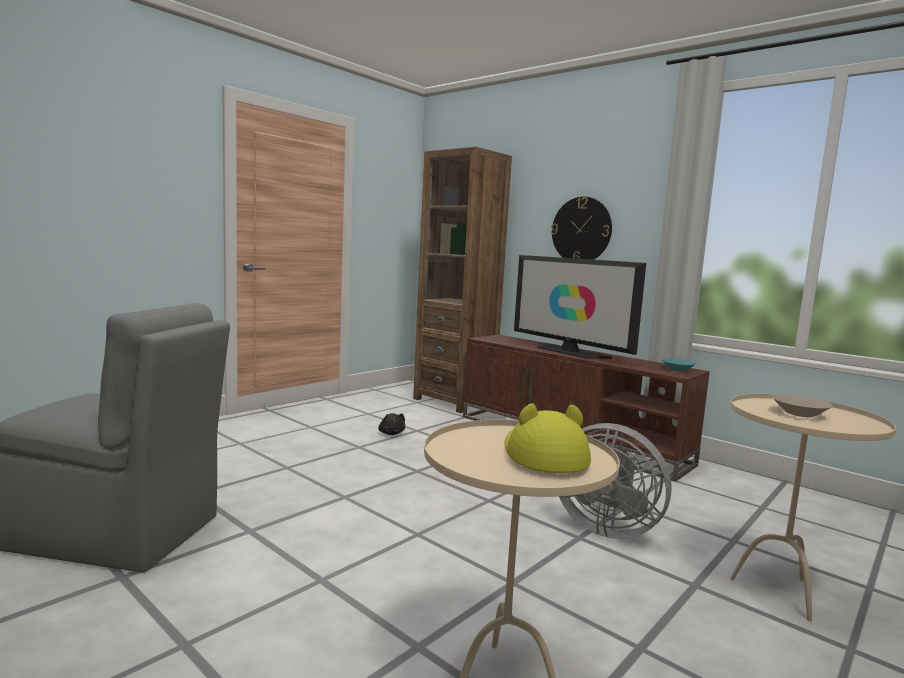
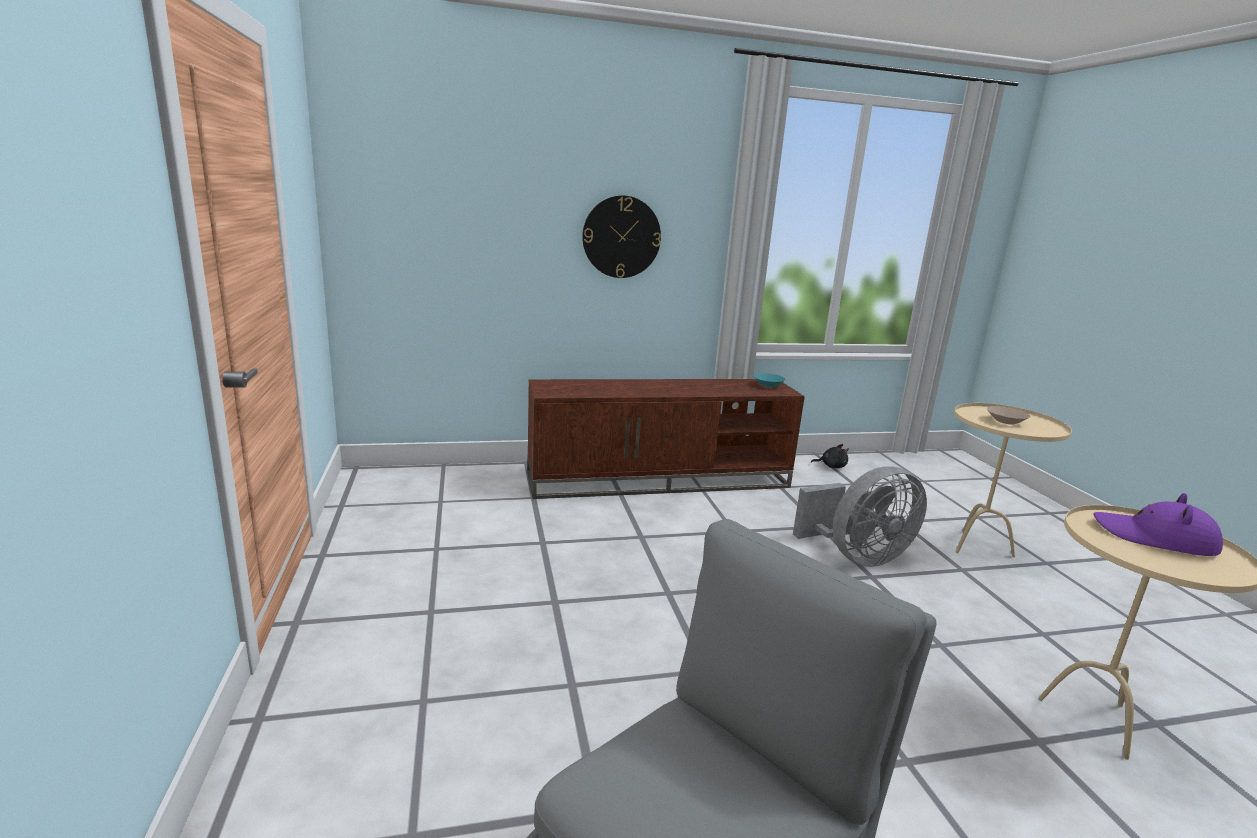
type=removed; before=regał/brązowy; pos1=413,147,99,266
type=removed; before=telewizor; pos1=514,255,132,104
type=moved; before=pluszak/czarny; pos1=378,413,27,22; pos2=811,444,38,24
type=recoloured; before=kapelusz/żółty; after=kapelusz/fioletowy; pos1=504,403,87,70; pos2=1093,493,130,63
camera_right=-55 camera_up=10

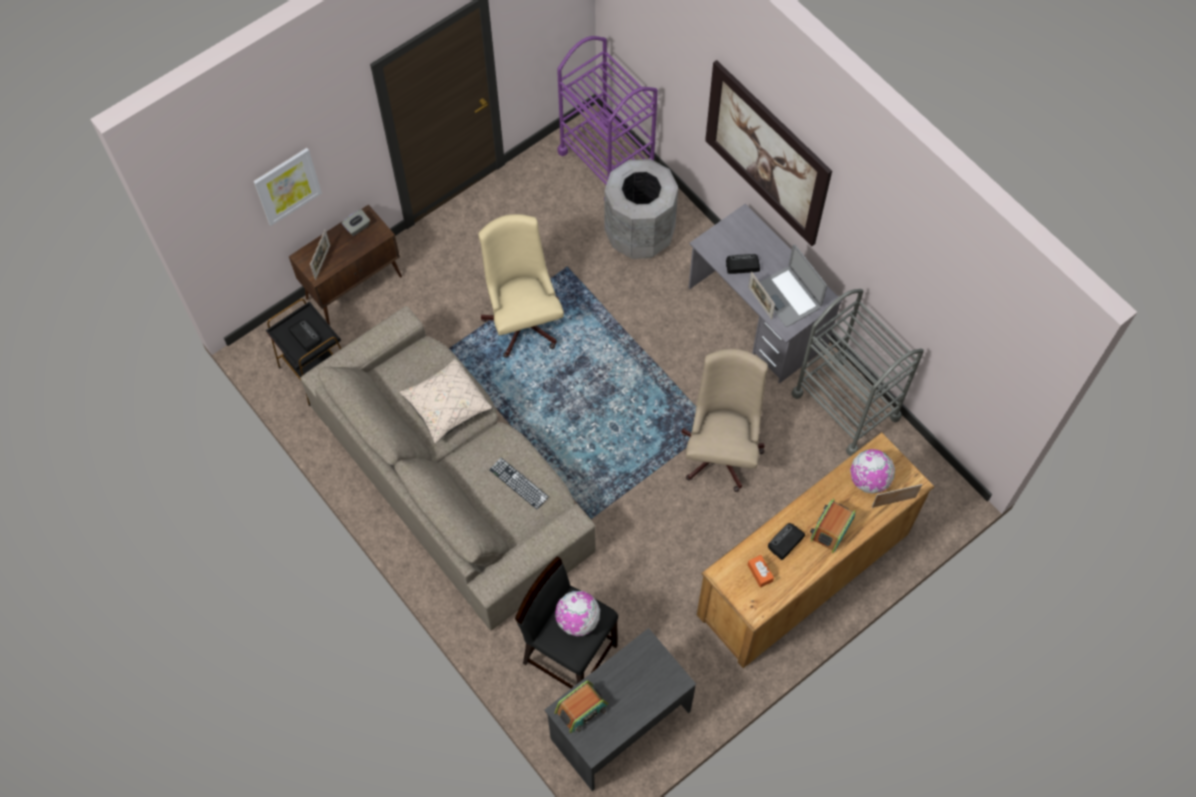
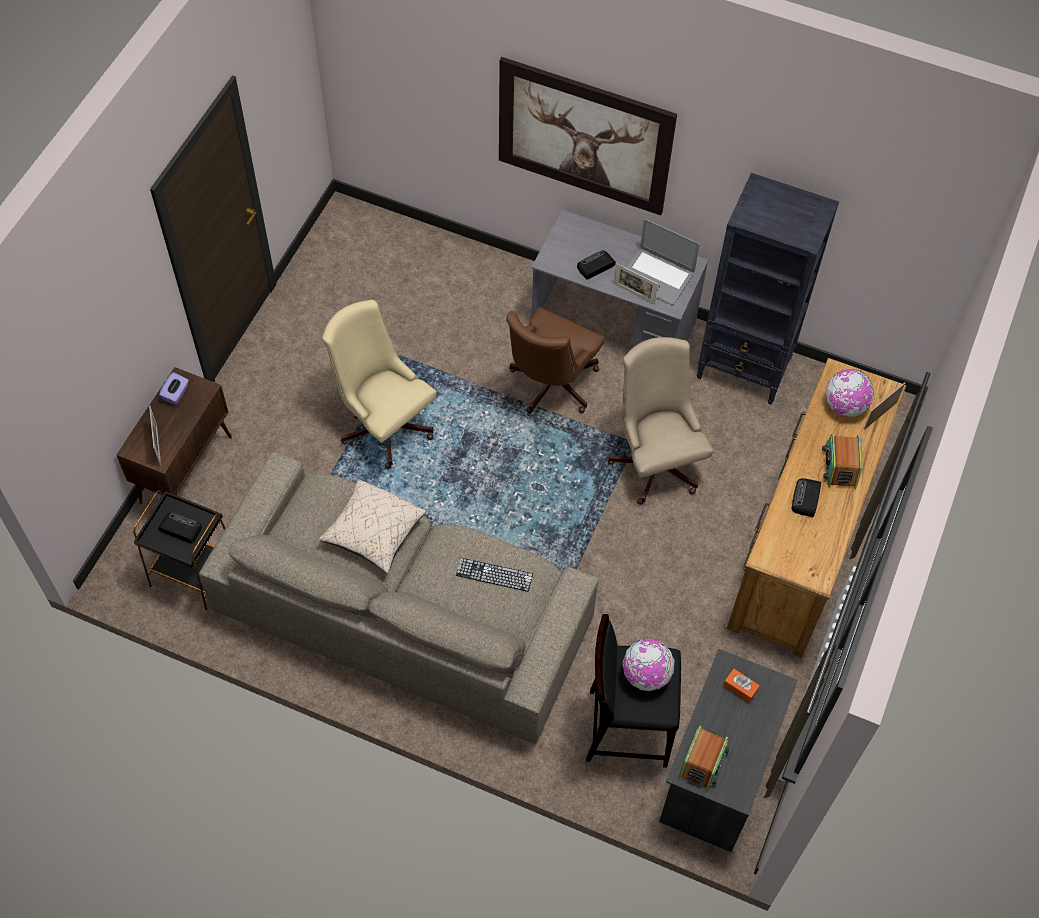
type=removed; before=obraz; pos1=253,148,69,78
type=removed; before=wózek/fioletowy; pos1=557,36,101,165
type=removed; before=kosz na śmieci/szary; pos1=605,159,73,100
type=added; after=krzesło biurowe/brązowy; pos2=506,307,98,106
type=moved; before=pudełko chusteczek/pomarańczowy; pos1=748,555,26,33; pos2=723,668,37,35
type=replaced; before=wózek/szary; after=regał/czarny; pos1=791,289,133,167; pos2=697,173,142,232
type=recoloured; before=pudełko chusteczek/szary; after=pudełko chusteczek/fioletowy; pos1=342,209,28,27; pos2=159,372,30,33
camera_right=-30 camera_up=-5

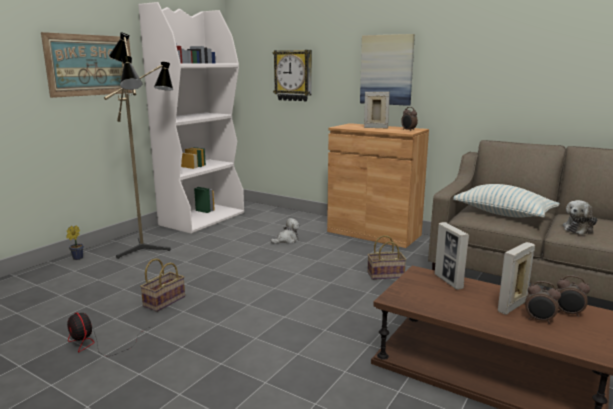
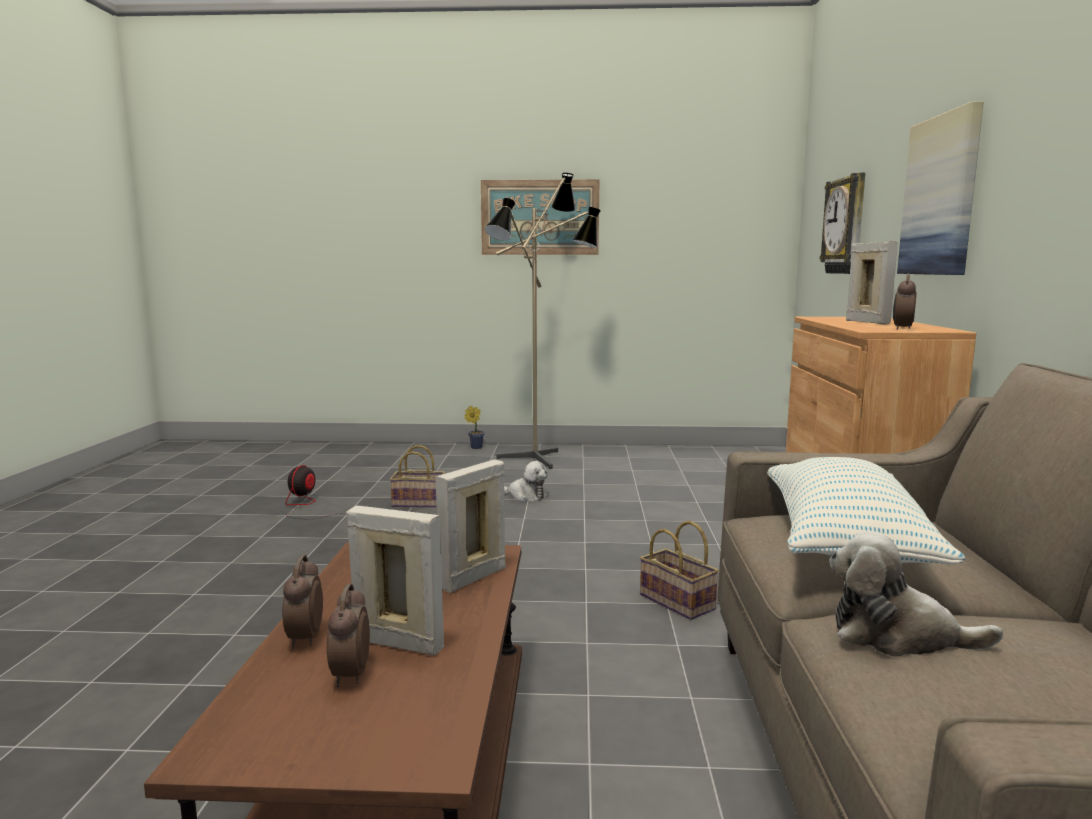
type=removed; before=regał/biały; pos1=138,2,106,232
type=moved; before=pluszak; pos1=271,218,29,26; pos2=504,461,43,40
type=moved; before=budzik; pos1=557,275,33,42; pos2=282,555,41,94
camera_right=60 camera_up=-5

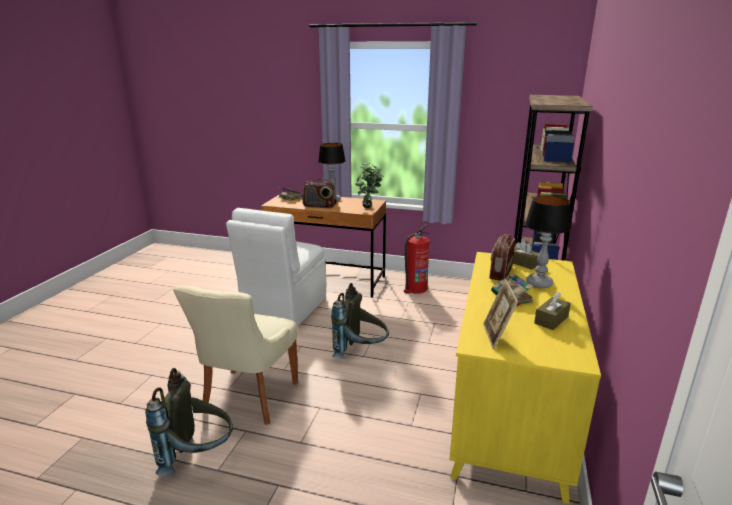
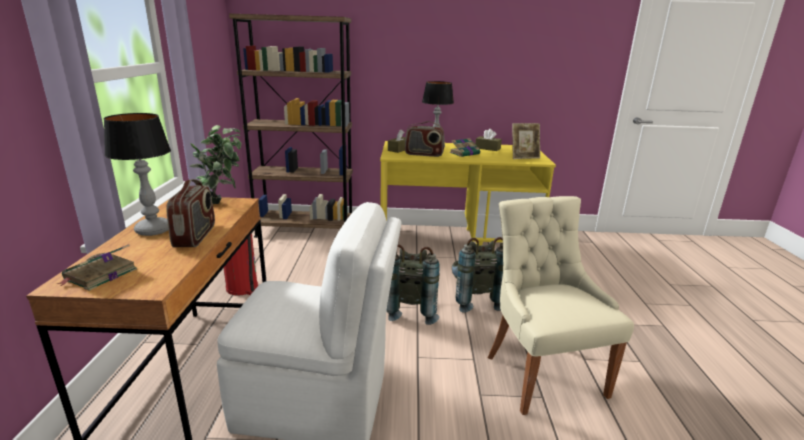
type=moved; before=plecak/szary; pos1=145,368,88,108; pos2=452,237,51,76
type=turned; before=krzesło/beżowy; pos1=173,286,125,139; pos2=488,196,146,219; turn=-105
camera_right=-105 camera_up=0

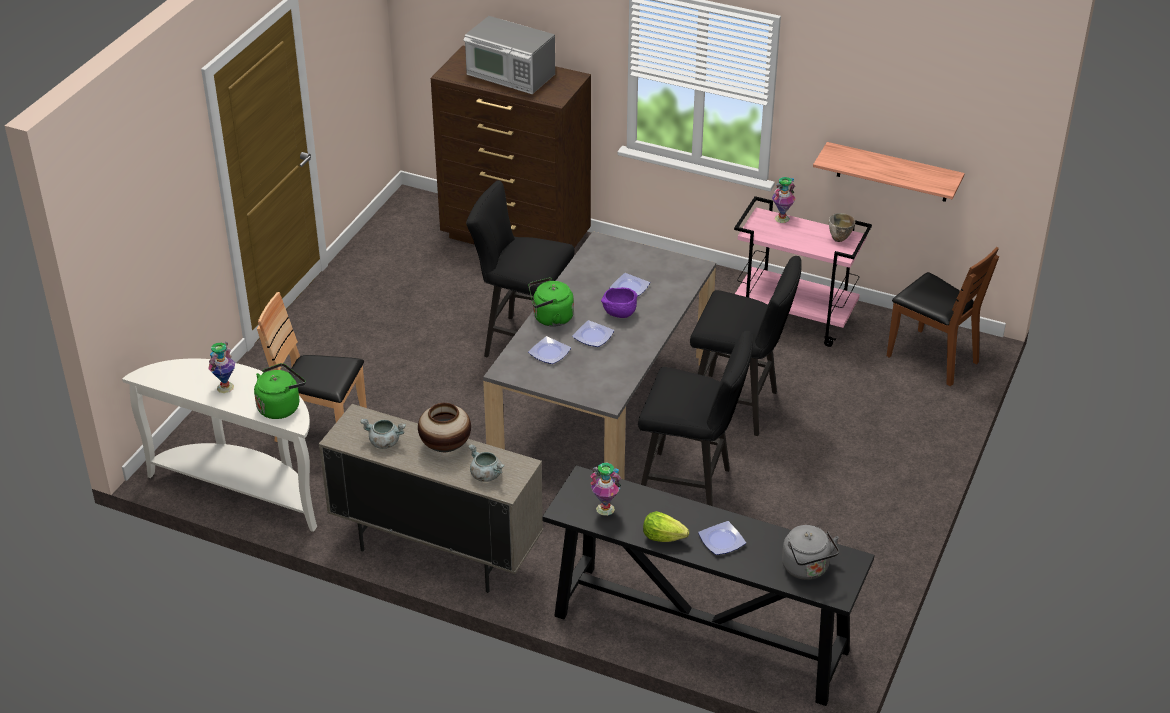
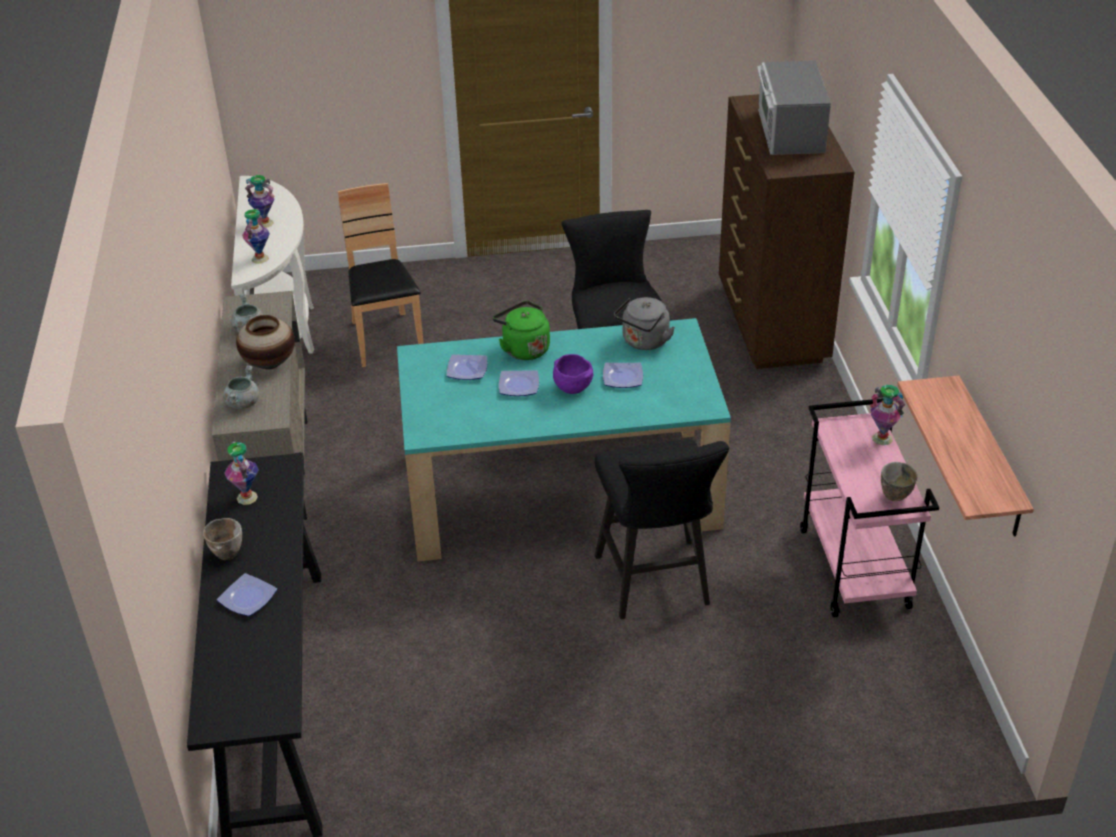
type=removed; before=stołek/czarny; pos1=638,331,115,175
type=removed; before=krzesło/brązowy; pos1=887,247,112,139
type=moved; before=czajnik/szary; pos1=782,525,57,55; pos2=614,297,61,53
type=replaced; before=czajnik/zielony; after=wazon; pos1=254,363,52,56; pos2=242,209,28,55
type=replaced; before=sałata; after=miska; pos1=643,511,46,31; pos2=203,518,39,42
type=recoloured; before=stół jadalny/szary; after=stół jadalny/turkusowy; pos1=483,231,233,249; pos2=397,318,334,244
camera_right=60 camera_up=0

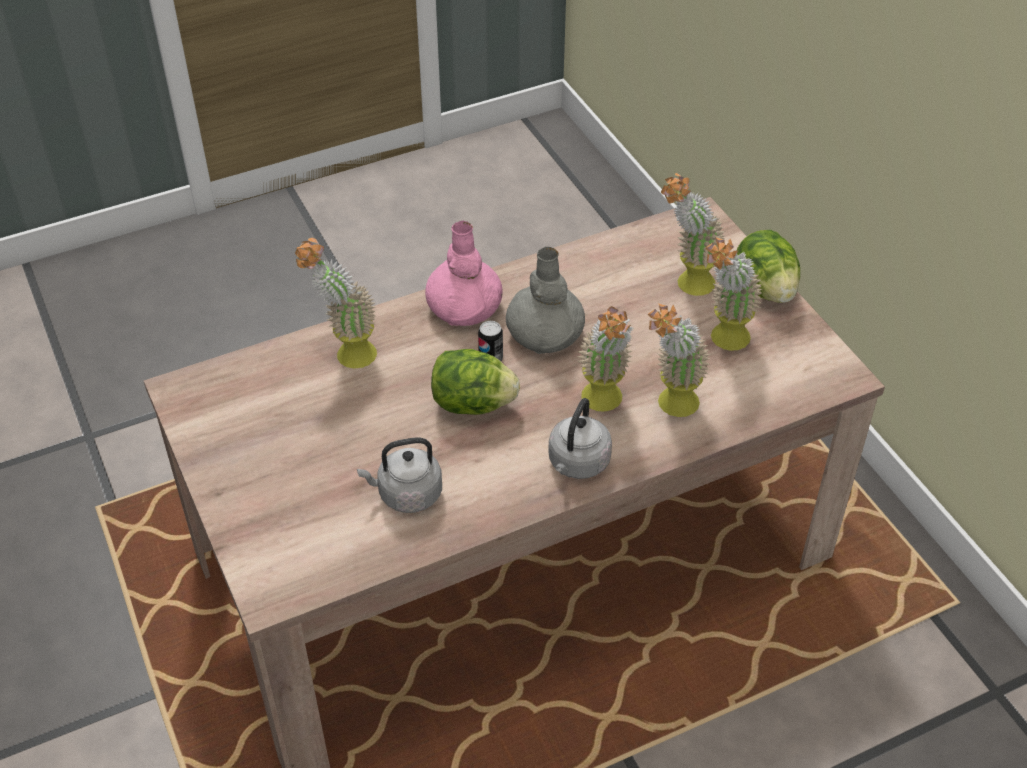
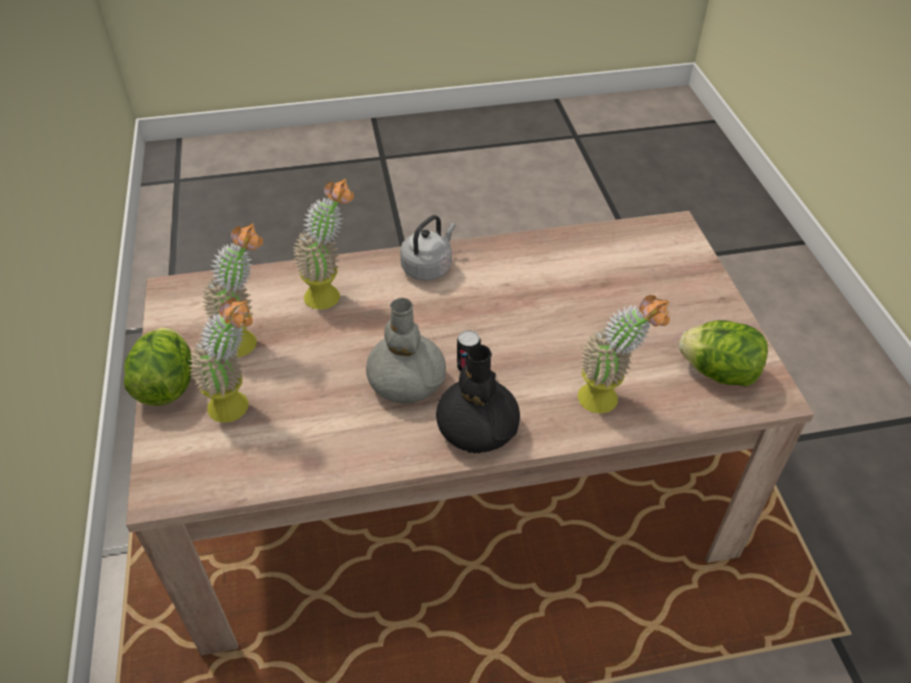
type=removed; before=czajnik/szary; pos1=357,437,85,76
type=removed; before=roślina doniczkowa; pos1=577,306,56,106
type=moved; before=sałata; pos1=431,349,89,66; pos2=679,320,89,67
type=recoloured; before=wazon/różowy; after=wazon/czarny; pos1=425,221,78,105; pos2=436,345,84,109
camera_right=-165 camera_up=0

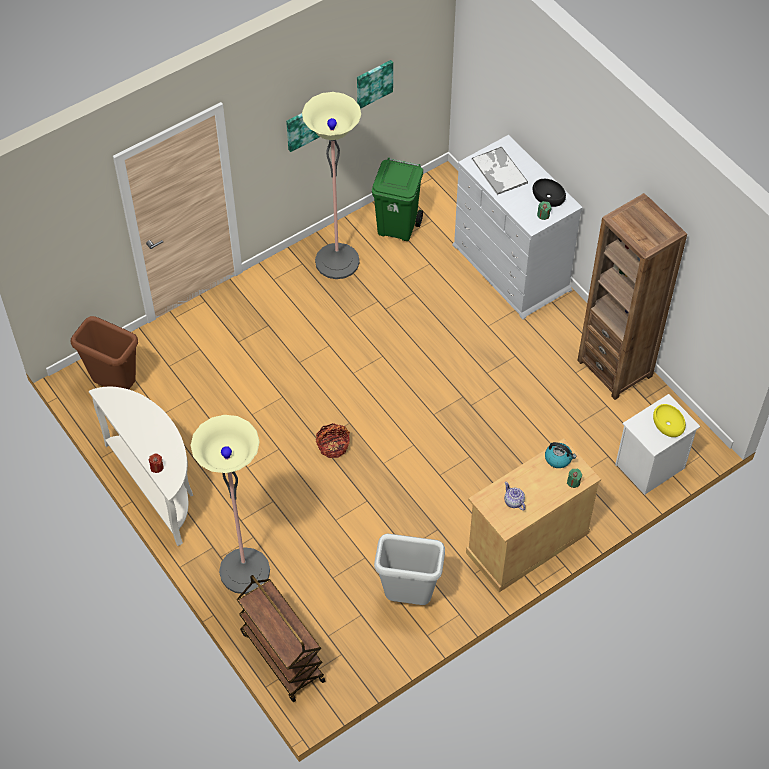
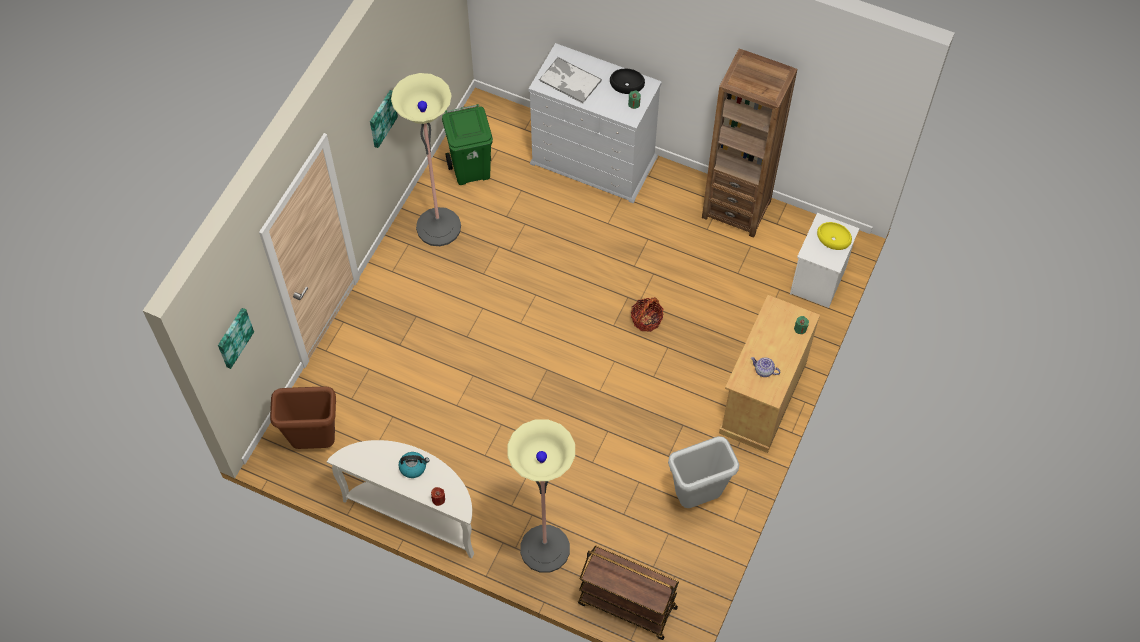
type=moved; before=koszyk; pos1=316,423,34,35; pos2=631,297,32,35
type=moved; before=obraz; pos1=357,60,36,49; pos2=218,308,36,61
type=moved; before=czajnik; pos1=545,442,31,26; pos2=399,452,31,26
camera_right=-30 camera_up=5

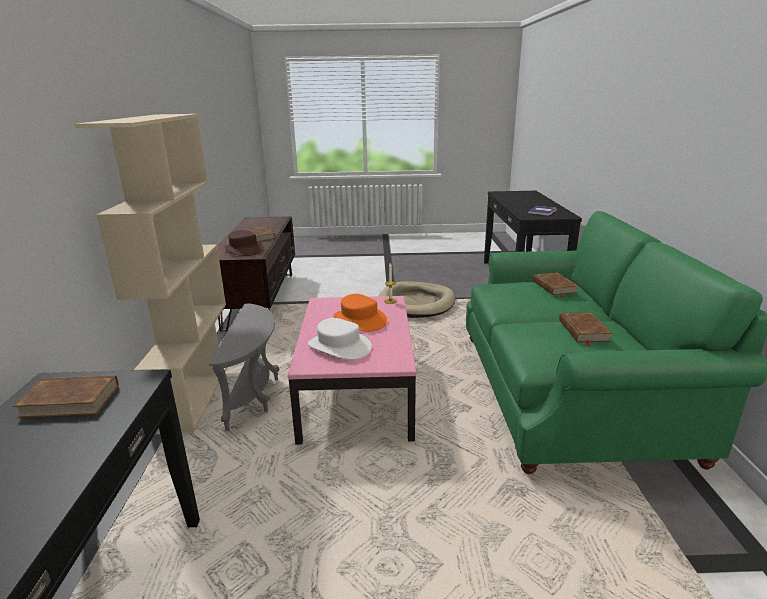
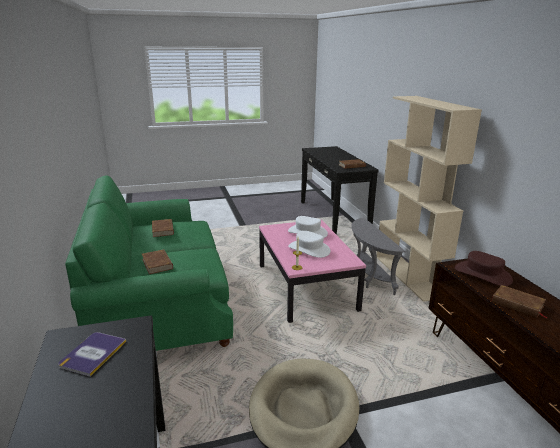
type=recoloured; before=kapelusz/pomarańczowy; after=kapelusz/biały; pos1=334,294,53,38; pos2=288,231,42,27
camera_right=165 camera_up=0

